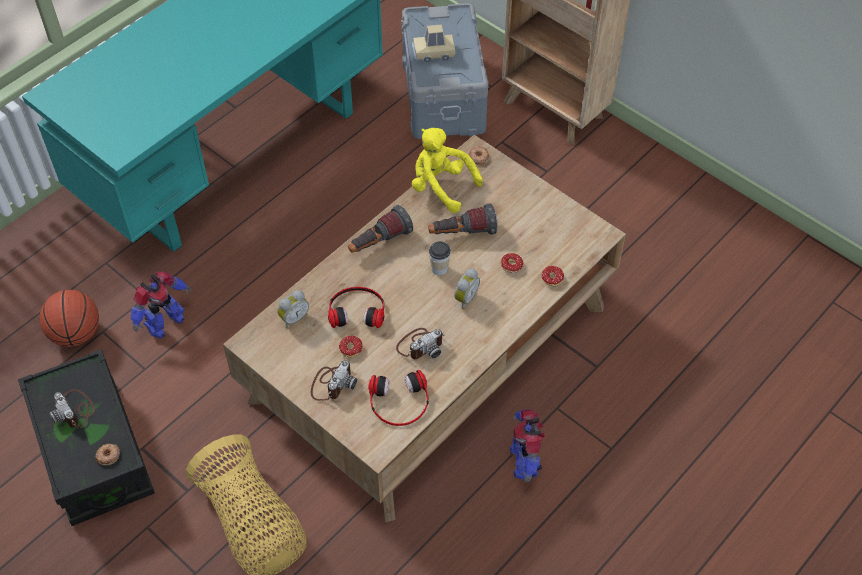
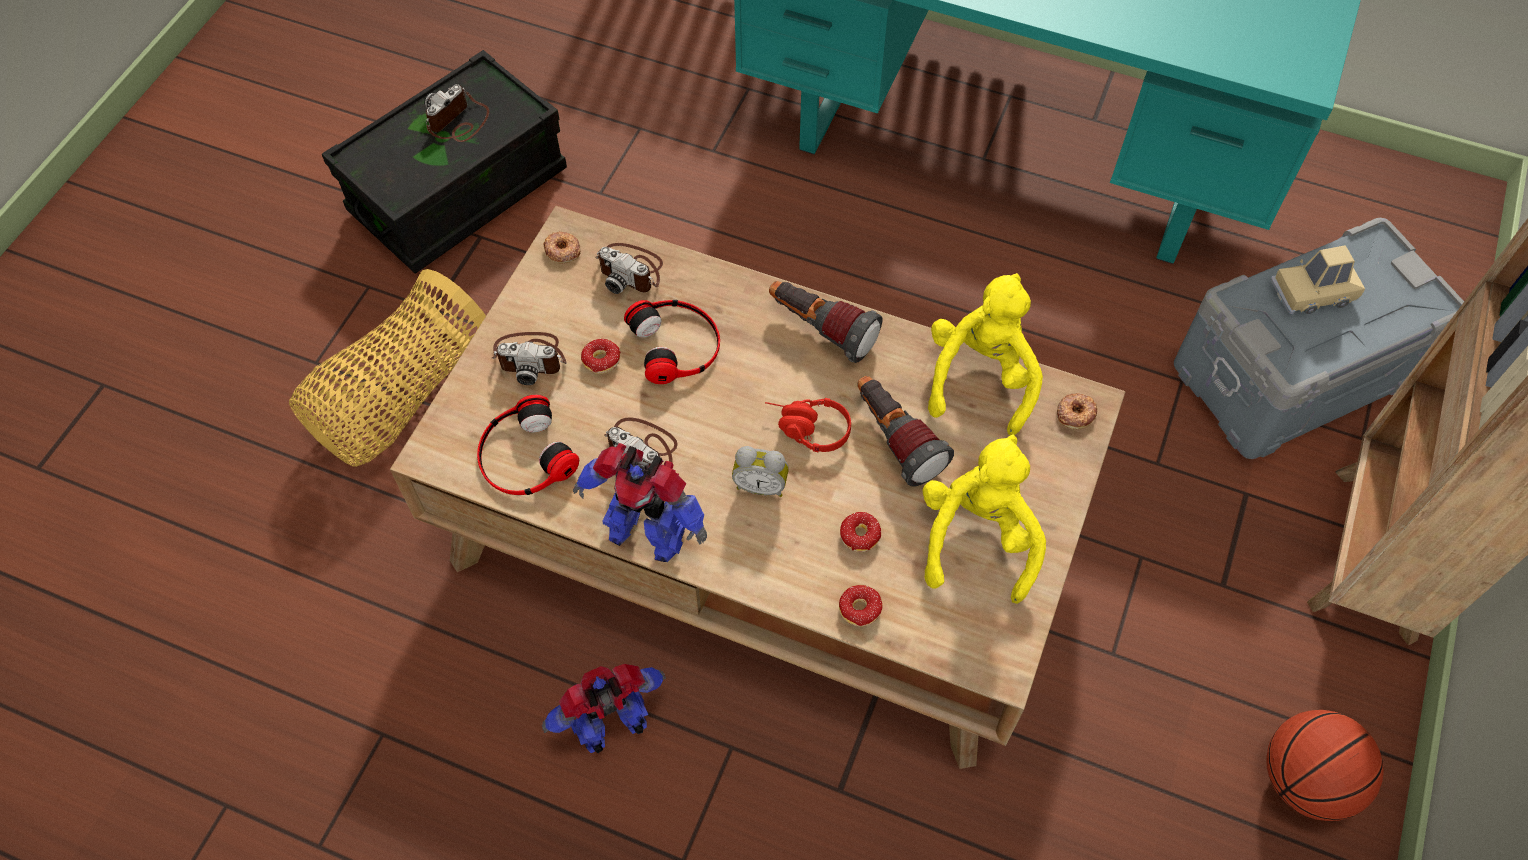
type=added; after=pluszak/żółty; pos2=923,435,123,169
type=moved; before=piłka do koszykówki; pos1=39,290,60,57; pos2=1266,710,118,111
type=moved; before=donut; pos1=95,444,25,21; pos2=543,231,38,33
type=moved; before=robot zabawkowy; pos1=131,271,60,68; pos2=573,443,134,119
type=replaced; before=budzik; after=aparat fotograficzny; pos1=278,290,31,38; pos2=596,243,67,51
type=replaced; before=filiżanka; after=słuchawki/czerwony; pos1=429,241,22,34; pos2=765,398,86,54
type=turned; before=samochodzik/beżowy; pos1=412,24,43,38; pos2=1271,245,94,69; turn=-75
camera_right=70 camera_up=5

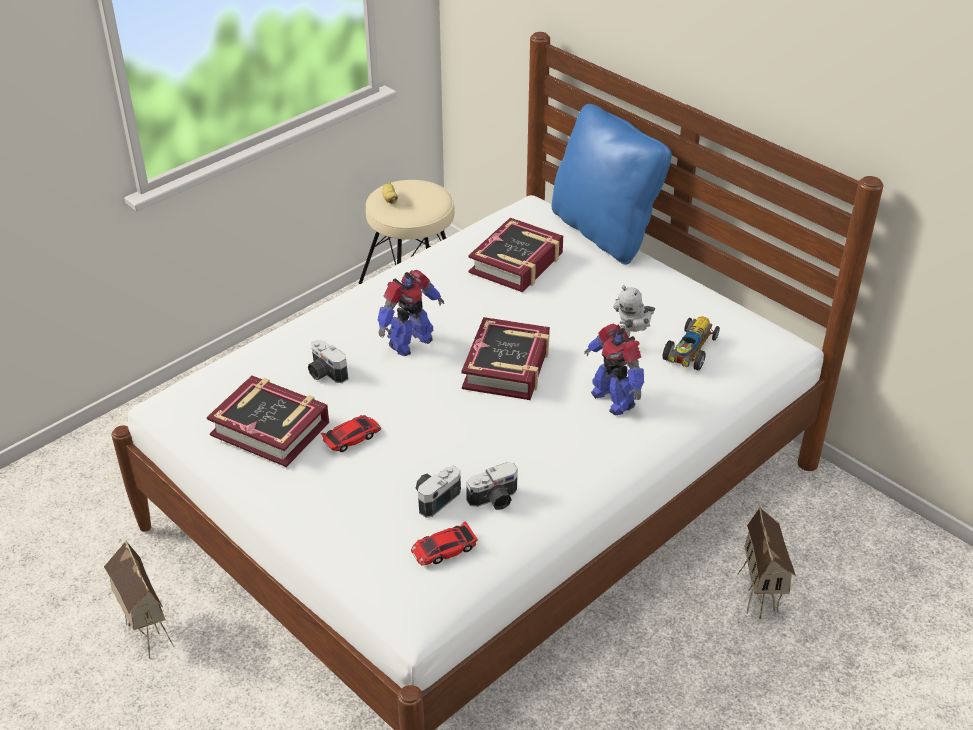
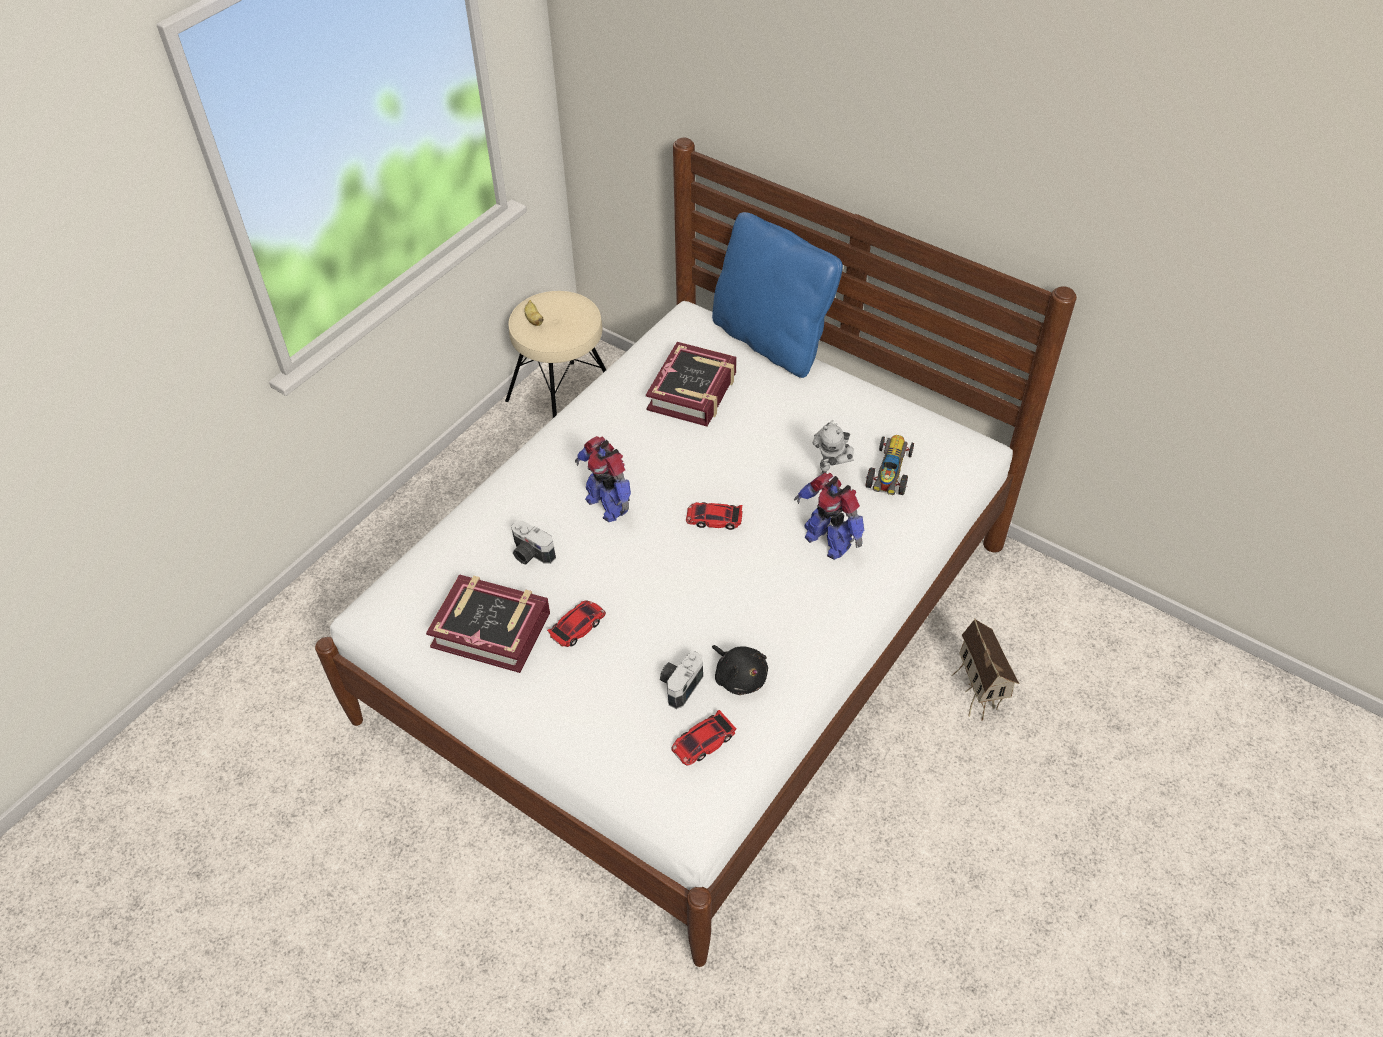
type=removed; before=domek; pos1=104,540,70,119
type=replaced; before=książka; after=samochodzik; pos1=461,317,89,83; pos2=686,502,57,28
type=replaced; before=aparat fotograficzny; after=pluszak/czarny; pos1=467,462,51,48; pos2=712,645,56,50
type=turned; before=robot zabawkowy; pos1=378,270,66,86; pos2=575,436,56,86; turn=105
camera_right=-10 camera_up=10

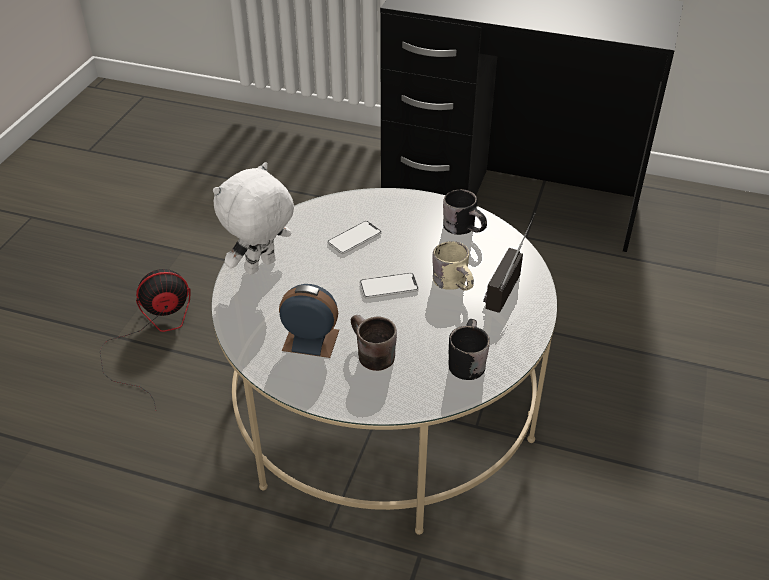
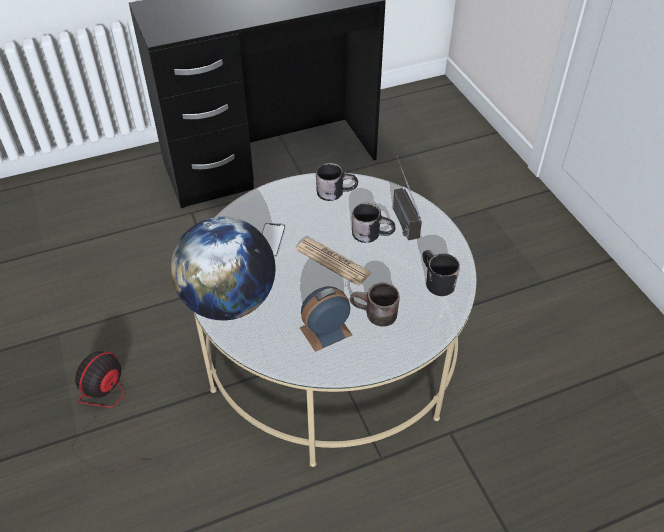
type=replaced; before=pluszak/biały; after=globus; pos1=213,162,81,113; pos2=171,217,104,103
type=replaced; before=telefon; after=gazeta; pos1=359,273,60,26; pos2=296,238,76,48
type=recoloured; before=kubek/beżowy; after=kubek/czarny; pos1=433,241,41,50; pos2=352,203,44,40
camera_right=-40 camera_up=5

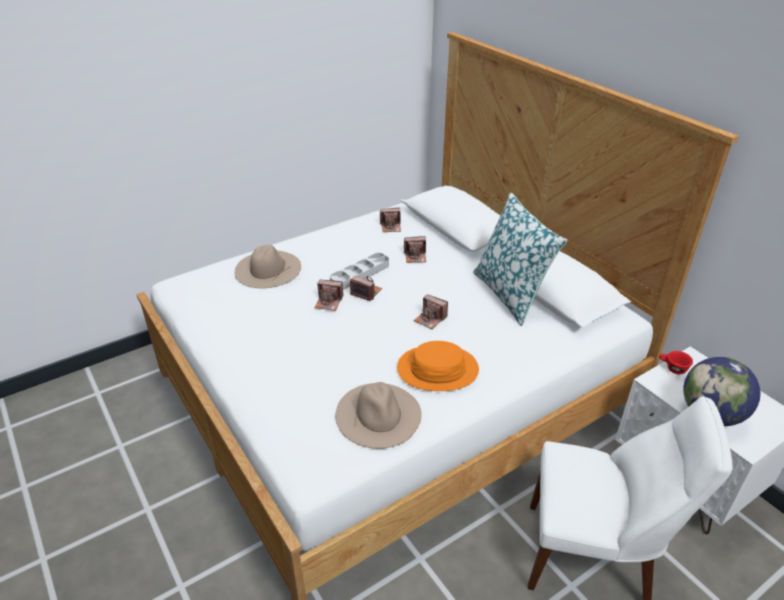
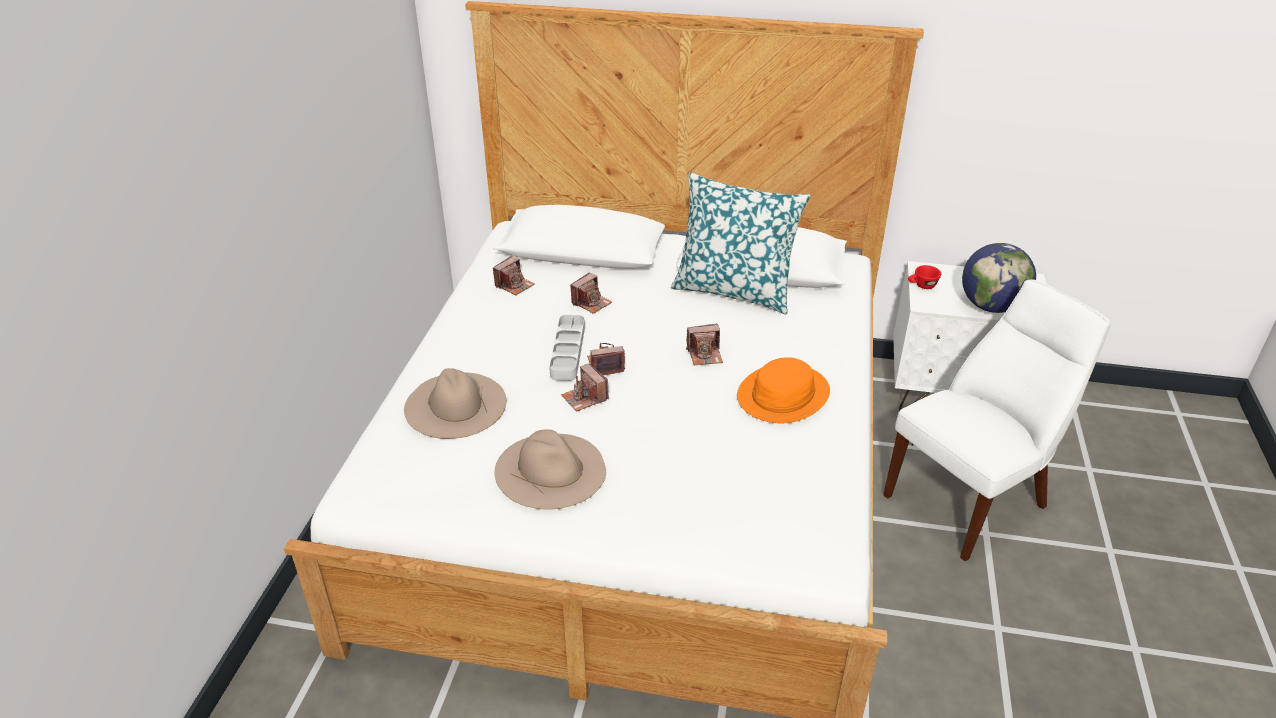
type=moved; before=kapelusz/beżowy; pos1=335,382,87,67; pos2=494,429,112,81
type=turned; before=aparat fotograficzny; pos1=314,280,29,31; pos2=561,363,48,49; turn=90
camera_right=-45 camera_up=0

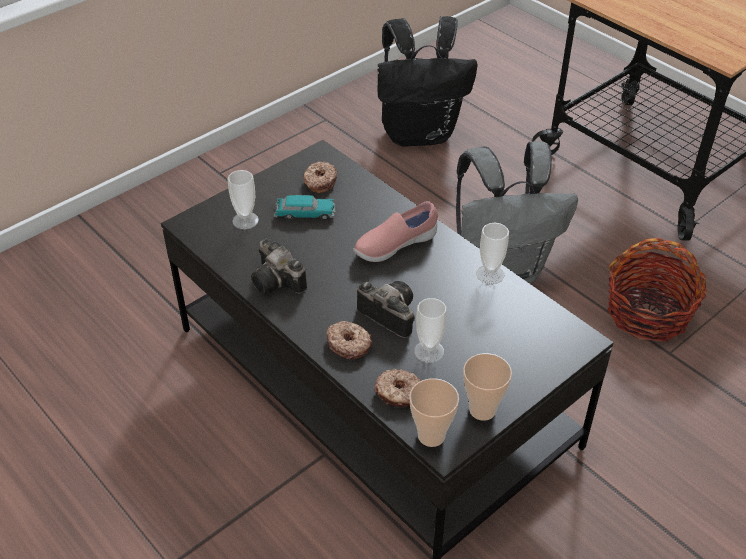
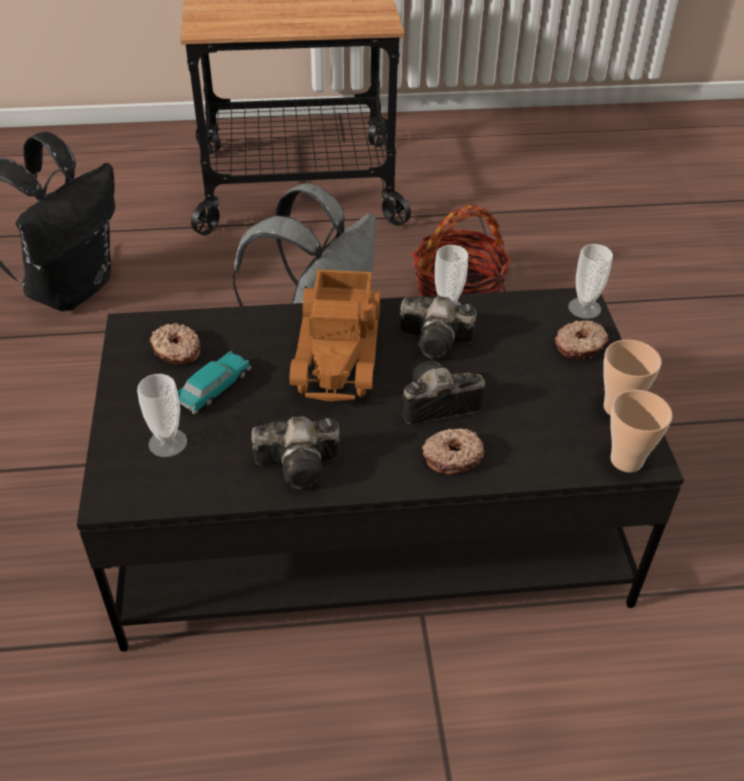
type=added; after=aparat fotograficzny; pos2=399,295,78,64
type=moved; before=donut; pos1=374,369,47,38; pos2=555,320,53,40
type=moved; before=filiżanka; pos1=414,298,33,65; pos2=568,244,45,75
type=replaced; before=but/różowy; after=ciężarówka zabawkowa; pos1=353,201,85,61; pos2=289,270,91,131
camera_right=-55 camera_up=0

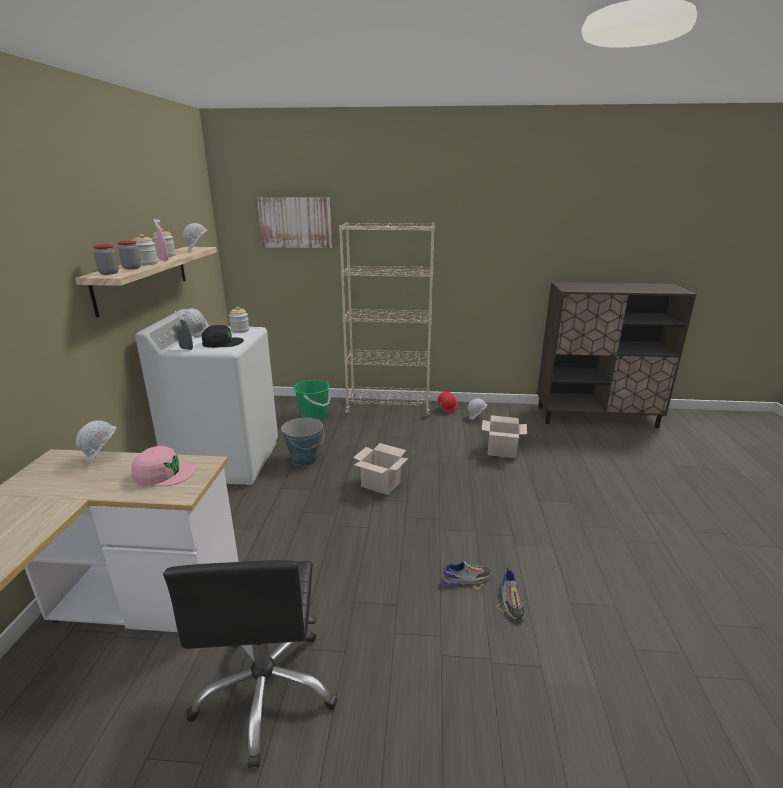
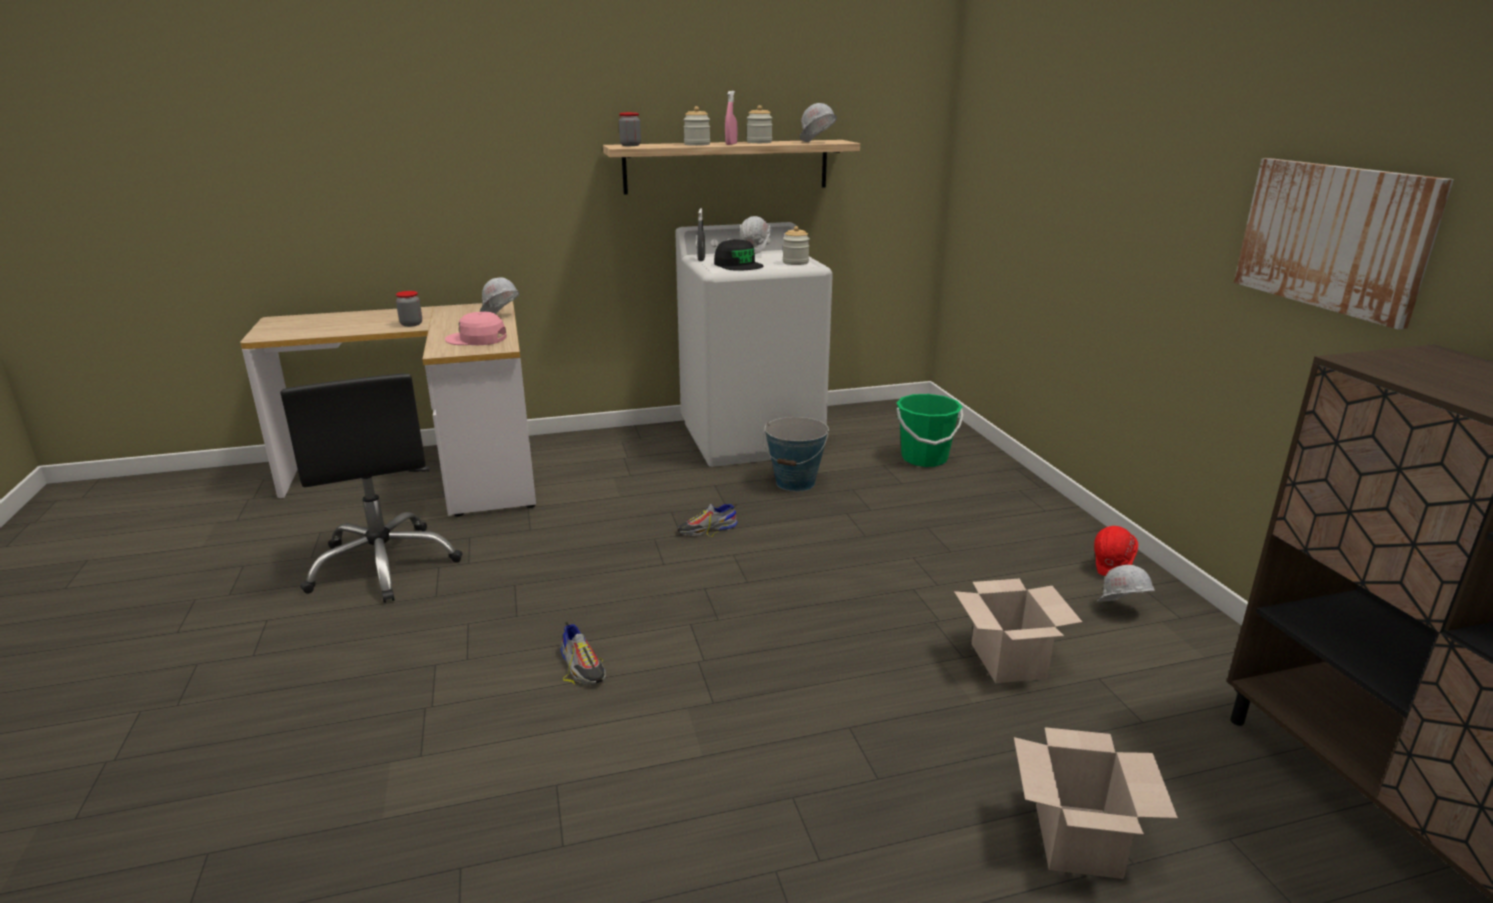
type=removed; before=regał/beżowy; pos1=339,222,96,195
type=moved; before=słoik; pos1=118,241,23,28; pos2=396,291,26,36
type=moved; before=obraz; pos1=257,197,75,51; pos2=1234,158,220,171
type=moved; before=karton; pos1=353,443,55,52; pos2=1014,727,164,152
type=moved; before=but; pos1=497,568,29,52; pos2=678,504,60,33
type=turned; before=czapka z daszkiem/różowy; pos1=131,446,65,40; pos2=445,312,62,33; turn=120
type=turned; before=krzesło biurowe/czarny; pos1=163,560,175,208; pos2=281,373,182,230; turn=-90
camera_right=70 camera_up=0

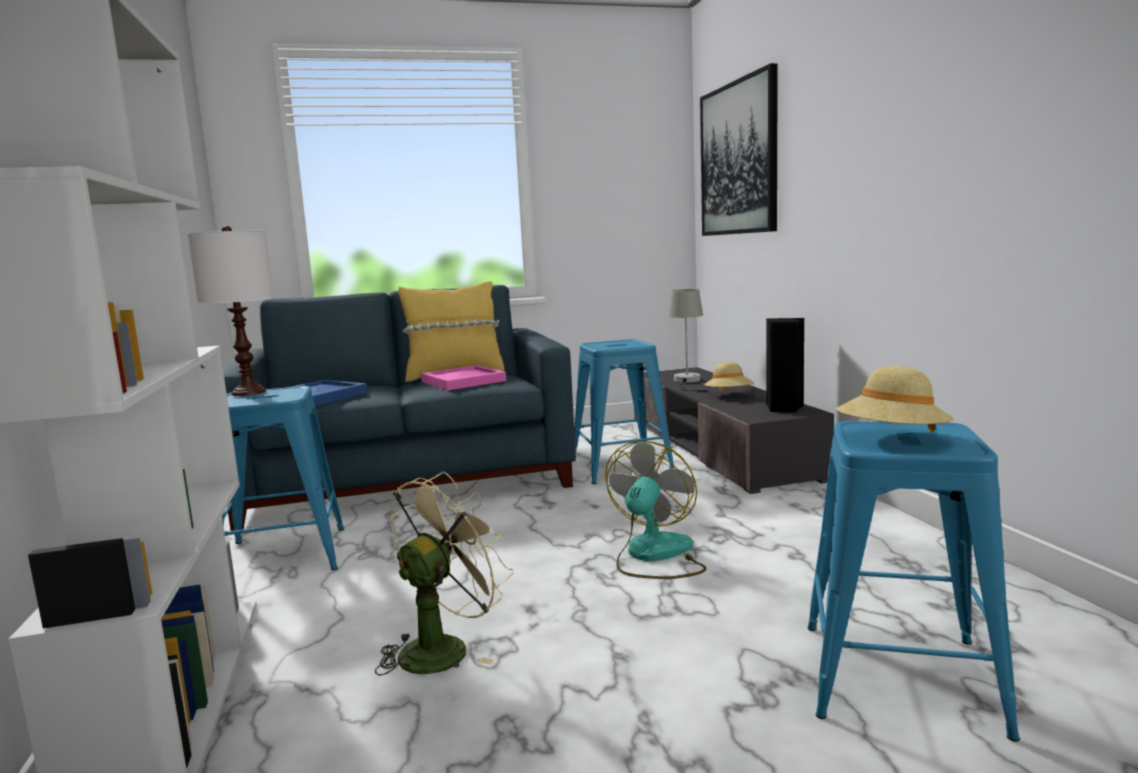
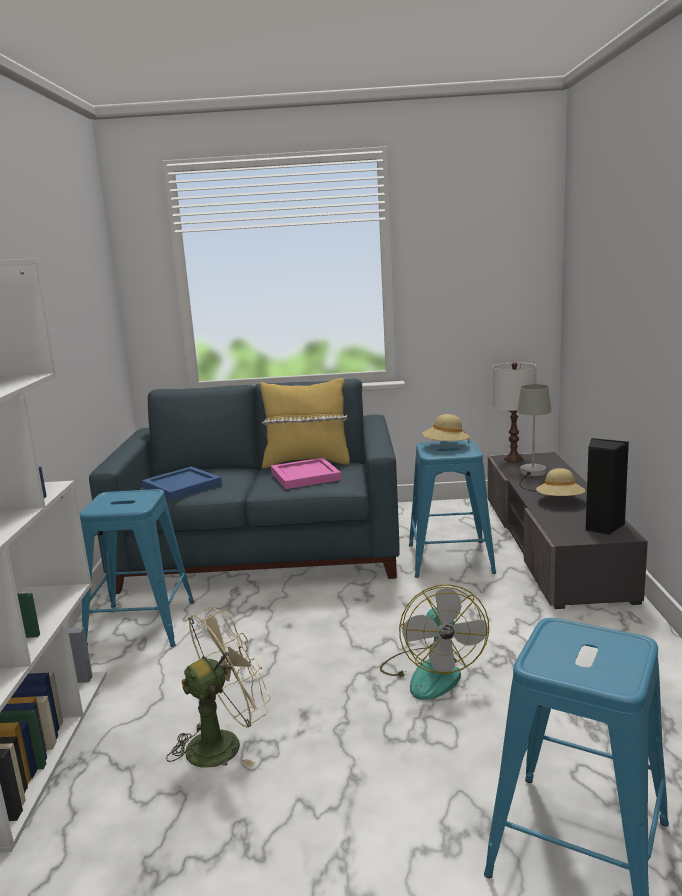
type=removed; before=obraz; pos1=700,63,78,173
type=moved; before=lampa stołowa/biały; pos1=187,226,87,170; pos2=493,362,43,100
type=moved; before=kapelusz/beżowy; pos1=836,366,117,66; pos2=422,414,48,30
type=turned; before=wentylator; pos1=605,441,101,138; pos2=380,584,109,116; turn=135
camera_right=15 camera_up=5

